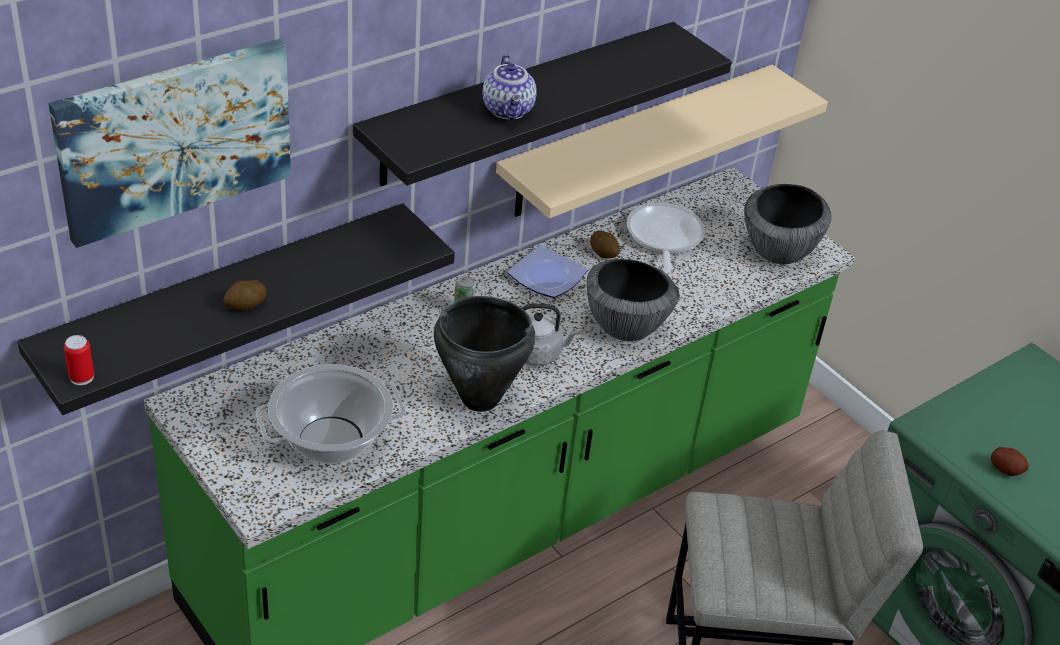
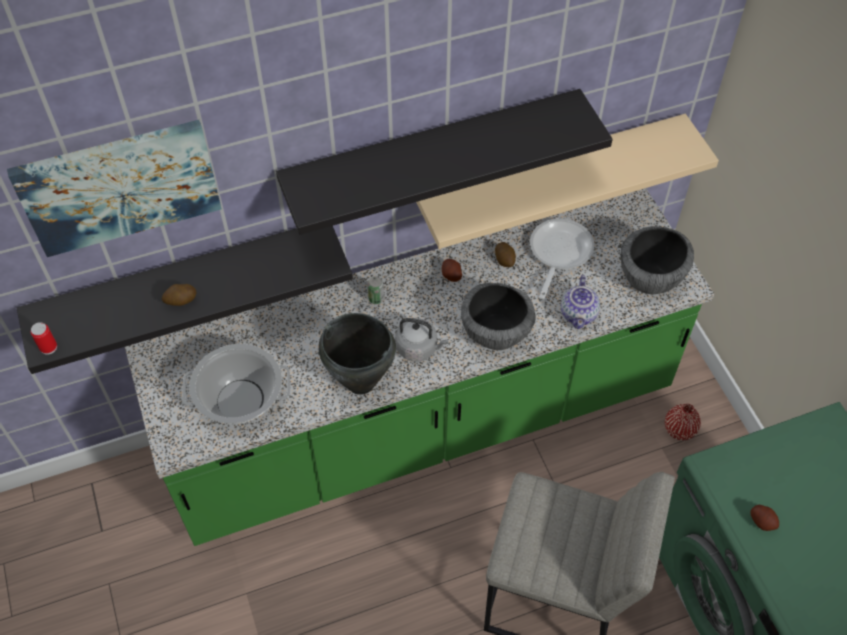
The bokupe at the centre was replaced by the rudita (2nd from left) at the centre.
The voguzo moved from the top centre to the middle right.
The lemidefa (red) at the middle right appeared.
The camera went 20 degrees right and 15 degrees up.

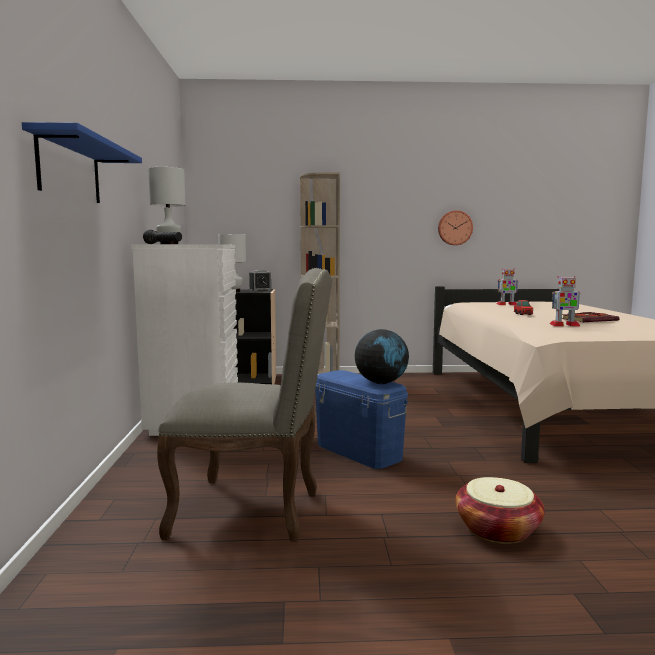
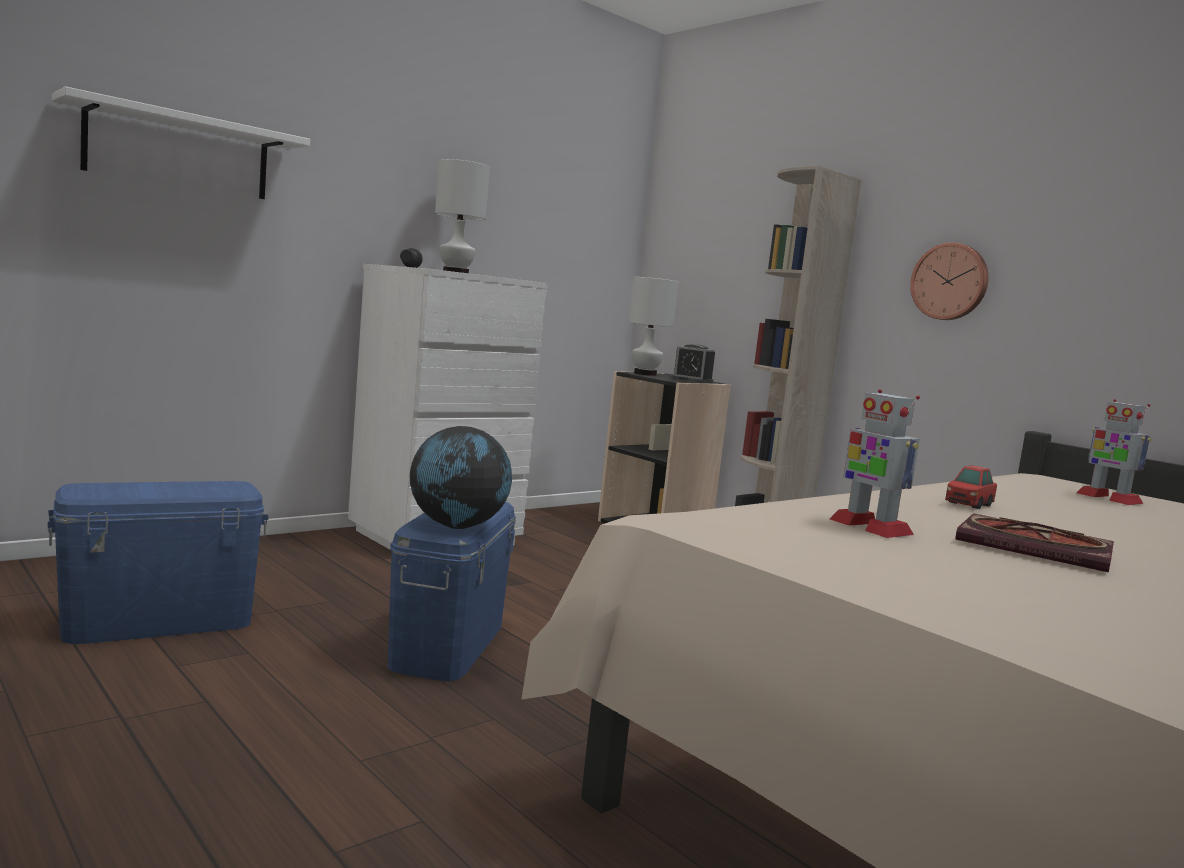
The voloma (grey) at the centre was replaced by the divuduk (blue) (1st from left) at the middle left.
The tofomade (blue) at the top left became the tofomade (white) at the top left.
The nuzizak moved from the middle right to the top right.
The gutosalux at the bottom right disappeared.
The camera went 50 degrees right and 0 degrees up.

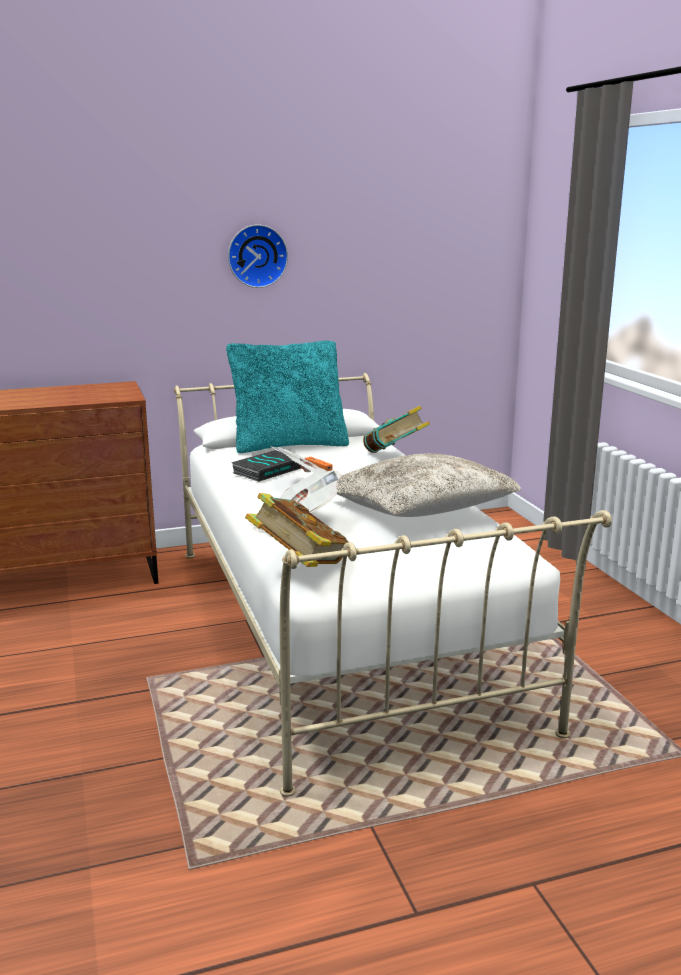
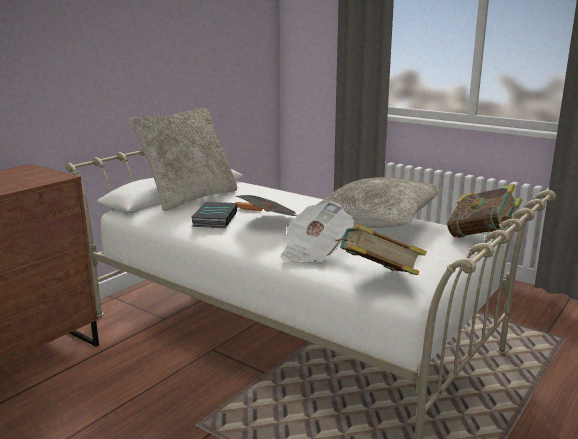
The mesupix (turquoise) at the centre became the mesupix (beige) (1st from left) at the middle left.
The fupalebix (3rd from left) moved from the centre to the middle right.
The nuzizak at the top centre disappeared.
The camera went 35 degrees left and 0 degrees up.

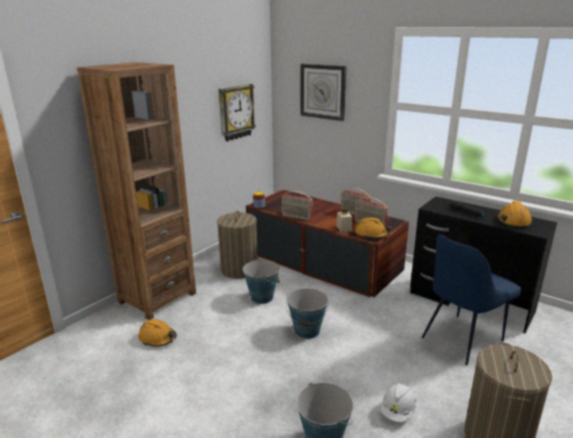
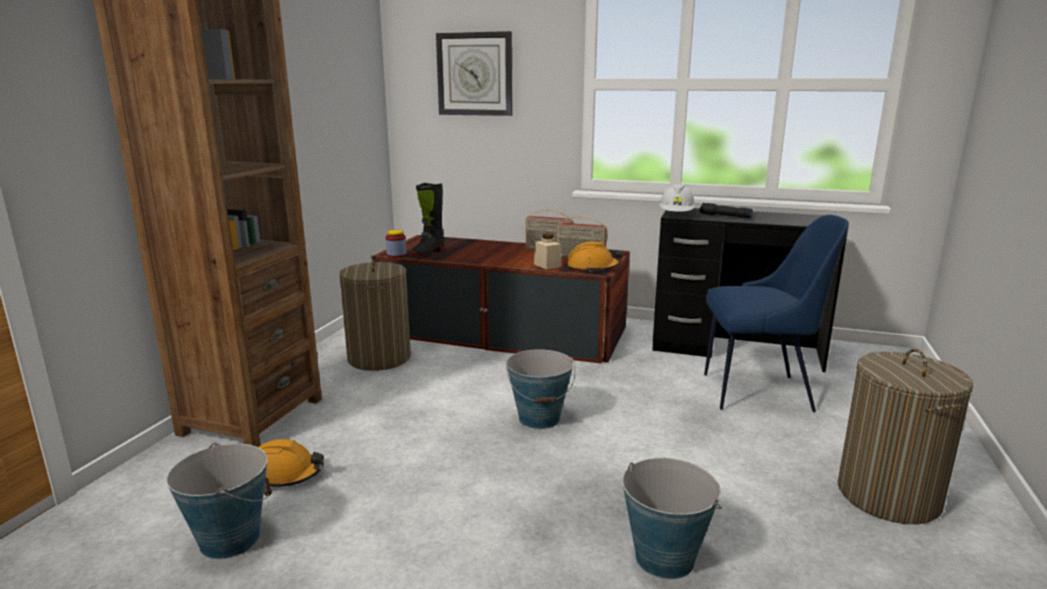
The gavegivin (1st from left) moved from the centre to the bottom left.
The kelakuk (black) at the centre appeared.
The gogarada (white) moved from the bottom right to the centre.
The voloma (blue) at the bottom right turned 120 degrees counterclockwise.
The nuzizak (1st from left) at the top centre disappeared.
The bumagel (1st from left) at the centre disappeared.
The gogarada (orange) (3rd from left) at the middle right disappeared.
The camera went 20 degrees left and 5 degrees down.

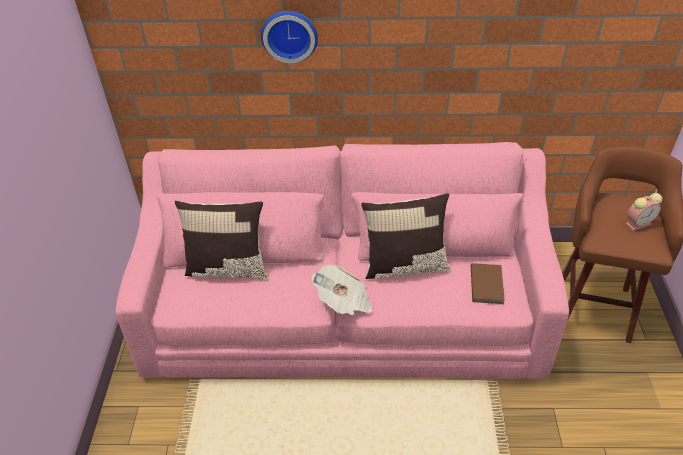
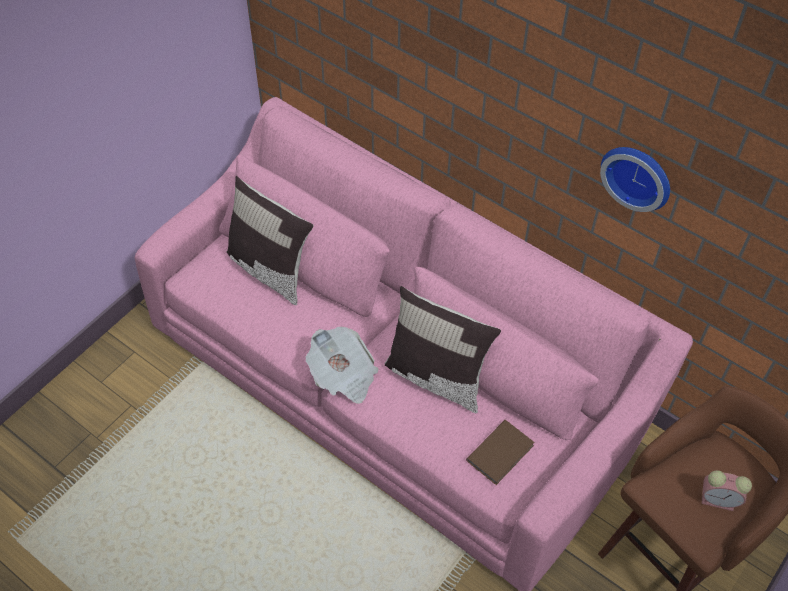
The nuzizak moved from the top centre to the top right.
The camera went 35 degrees right and 10 degrees up.

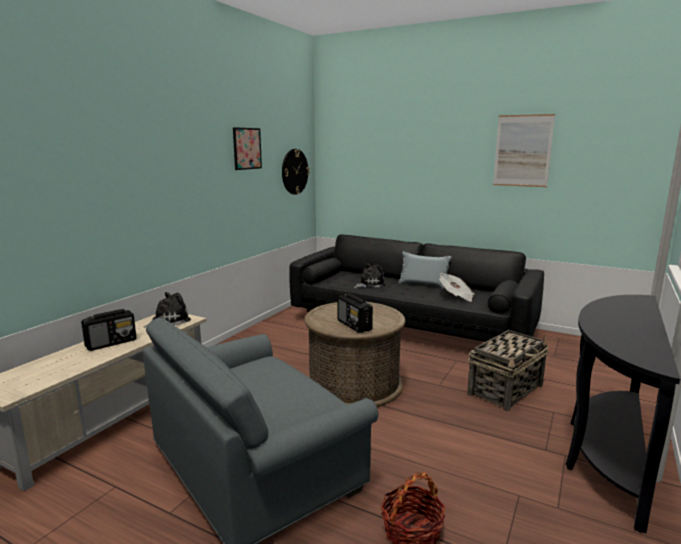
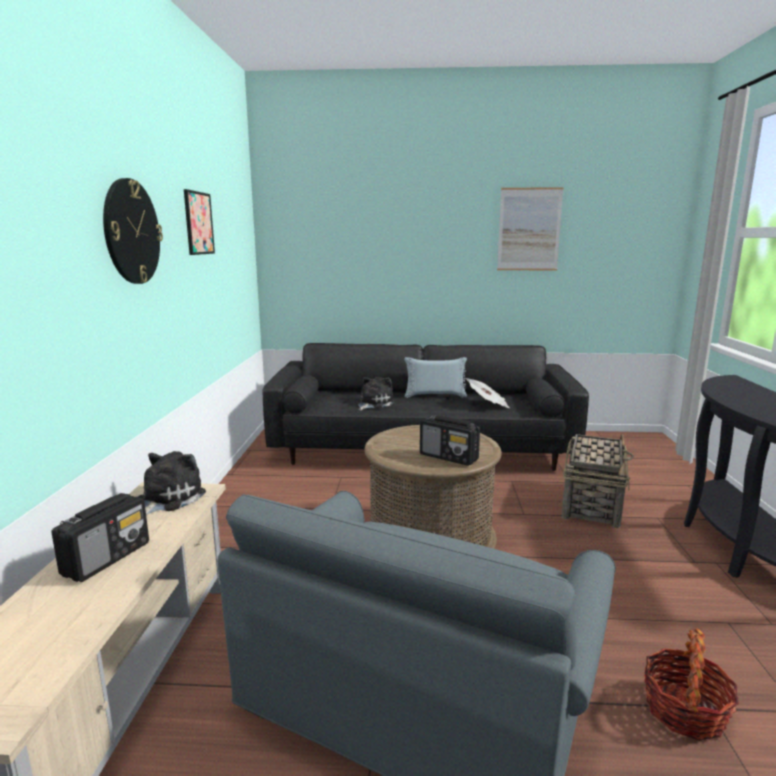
The nuzizak moved from the top centre to the top left.
The camera went 25 degrees left and 0 degrees up.

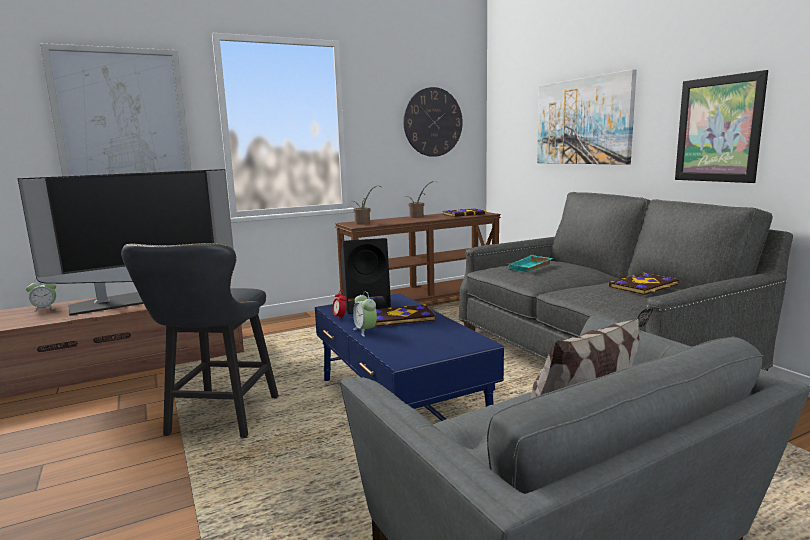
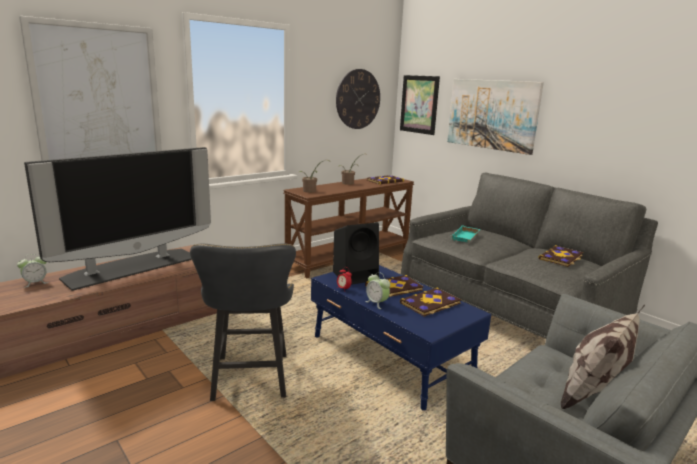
The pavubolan (3rd from left in the first image) moved from the top right to the top centre.
The fupalebix (3rd from left) at the centre appeared.
The camera went 15 degrees left and 5 degrees up.

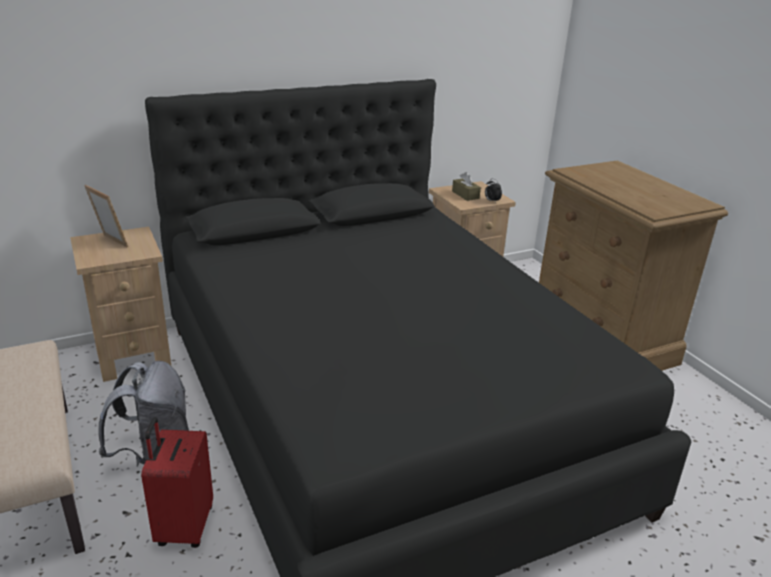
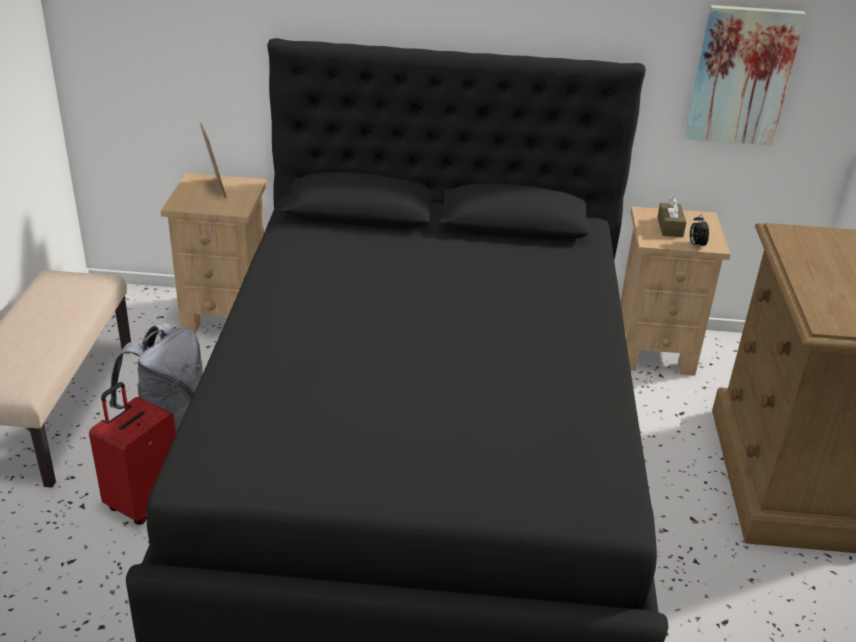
The pavubolan at the top right appeared.
The camera went 30 degrees right and 5 degrees up.

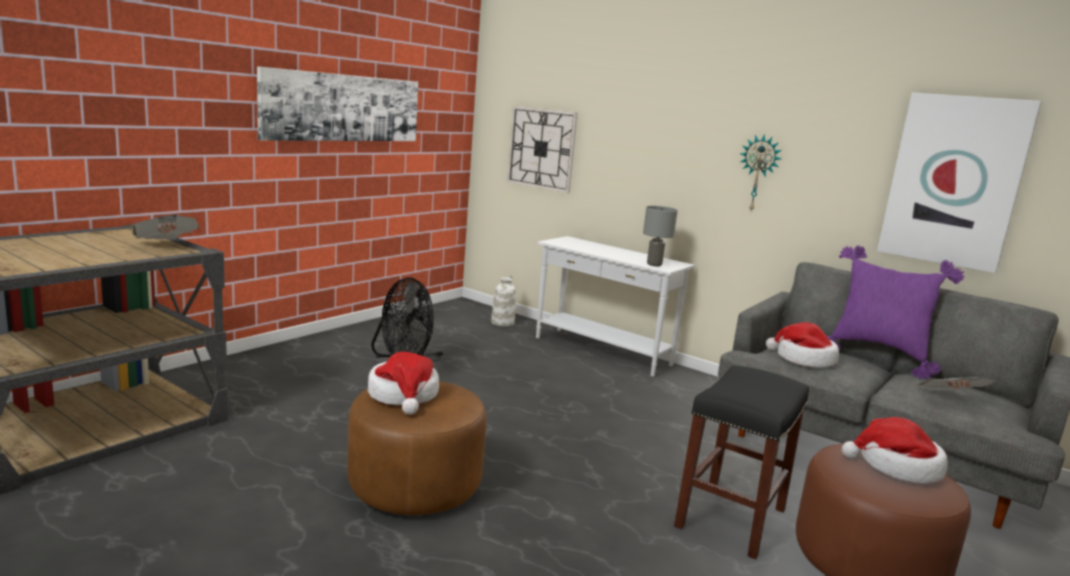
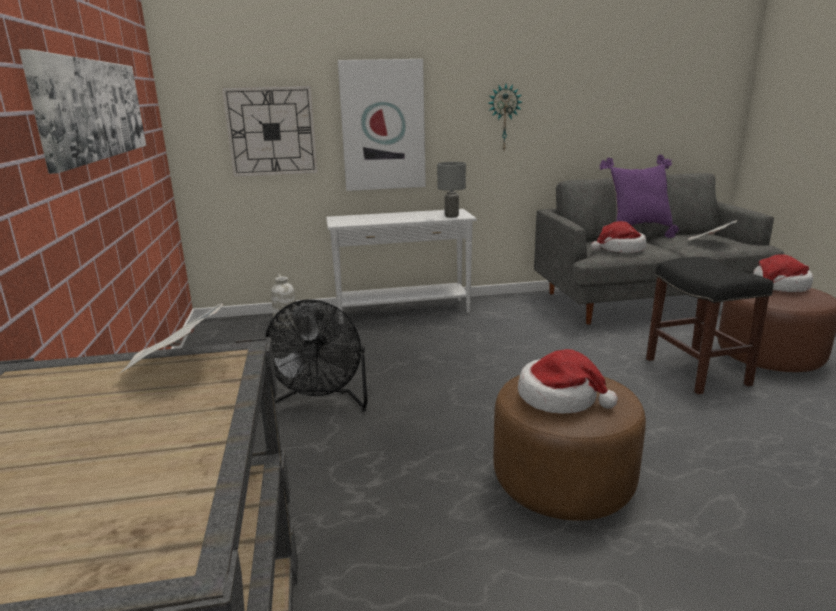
The pavubolan (2nd from left) moved from the top right to the top centre.
The camera went 45 degrees left and 5 degrees up.

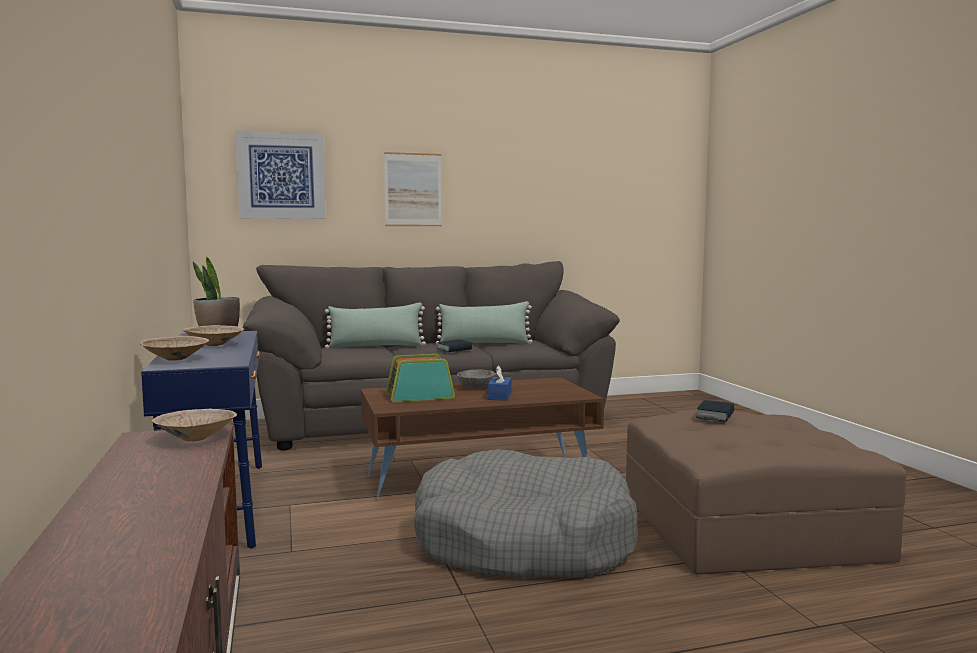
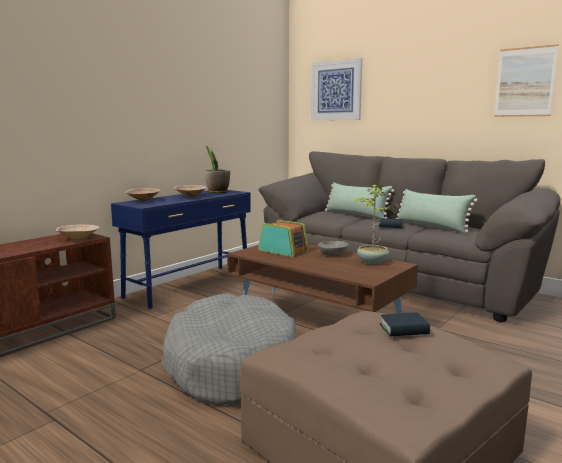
The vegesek (2nd from left) at the middle right appeared.
The pavubolan (2nd from left) moved from the top centre to the top right.
The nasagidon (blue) at the centre disappeared.
The camera went 55 degrees right and 5 degrees up.

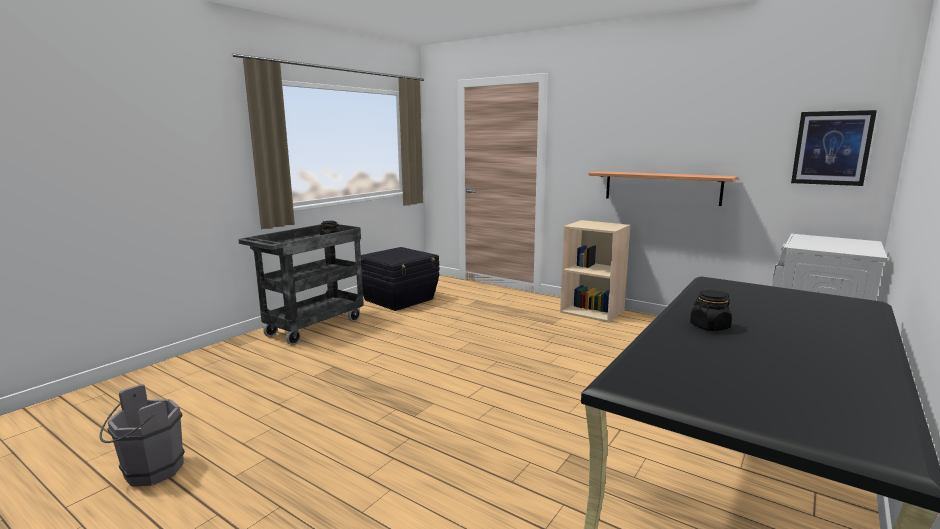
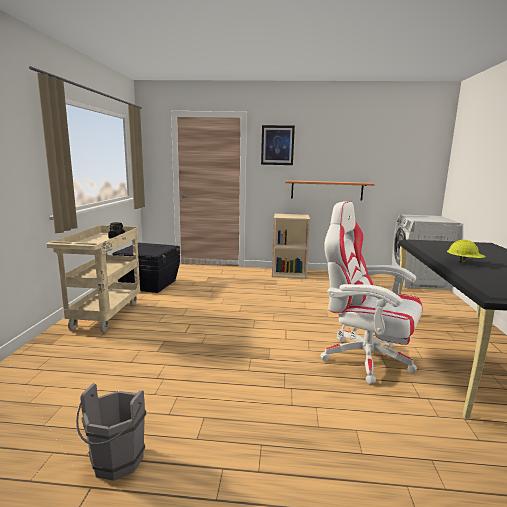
The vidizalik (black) at the middle left became the vidizalik (beige) at the middle left.
The pavubolan moved from the top right to the top centre.
The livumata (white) at the middle right appeared.
The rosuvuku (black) (2nd from left) at the middle right was replaced by the gogarada (yellow) at the middle right.
The camera went 30 degrees left and 0 degrees up.

